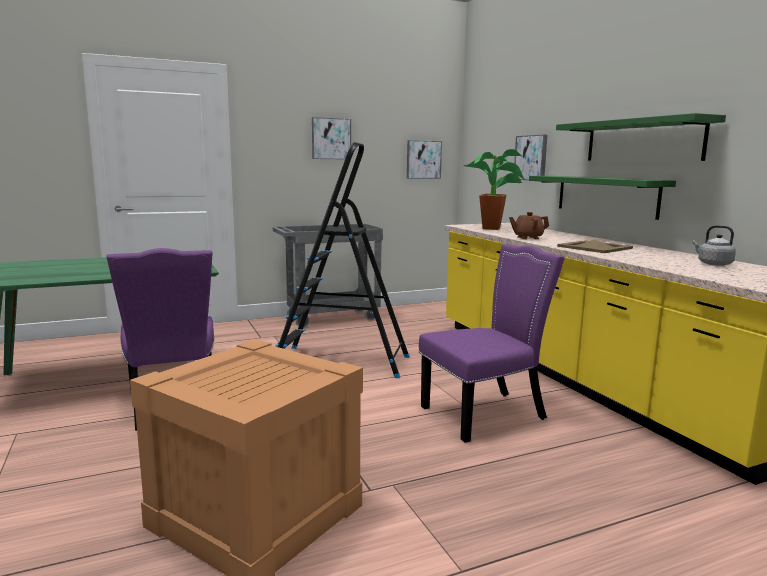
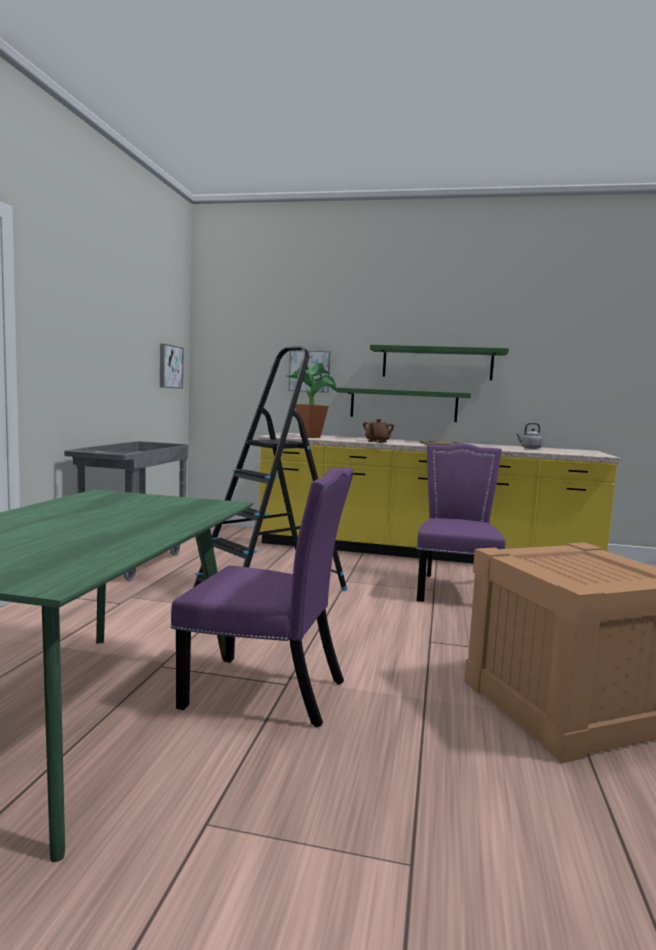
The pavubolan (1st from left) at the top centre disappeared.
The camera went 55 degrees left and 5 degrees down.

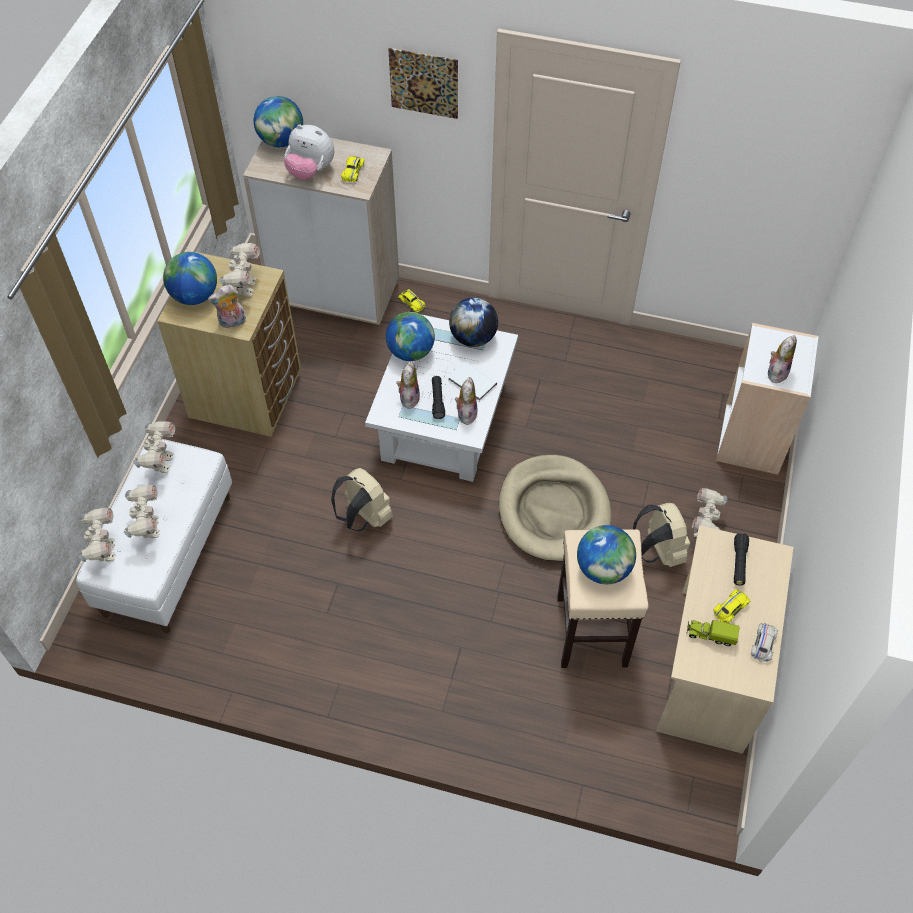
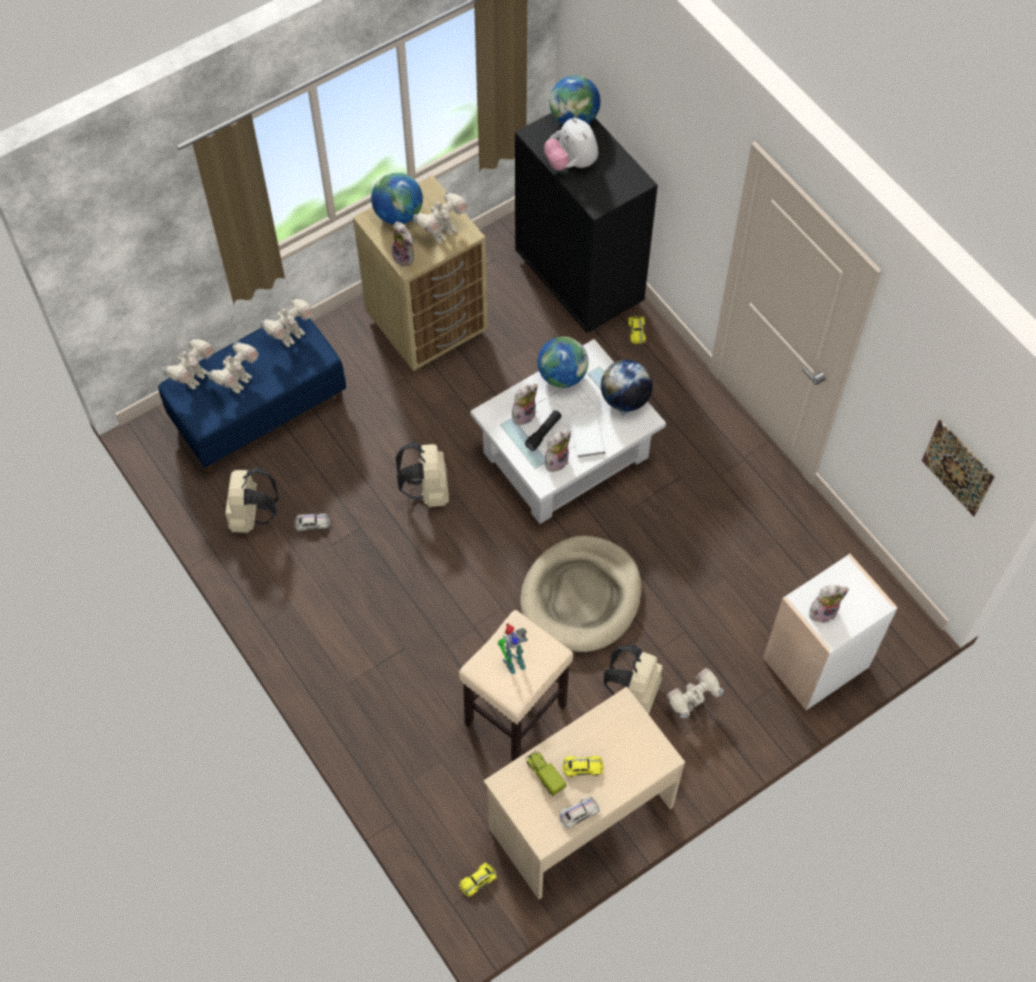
The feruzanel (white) at the middle left became the feruzanel (blue) at the middle left.
The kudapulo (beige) (1st from left) at the middle left appeared.
The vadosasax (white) (1st from left) at the middle left appeared.
The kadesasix (1st from left) at the middle left turned 150 degrees counterclockwise.
The vadosasax (yellow) (1st from left) moved from the top centre to the bottom centre.
The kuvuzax (5th from left) at the centre was replaced by the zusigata (5th from left) at the centre.
The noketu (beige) at the top centre became the noketu (black) at the top centre.
The pavubolan moved from the top centre to the middle right.
The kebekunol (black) (2nd from left) at the middle right disappeared.
The camera went 40 degrees right and 5 degrees up.

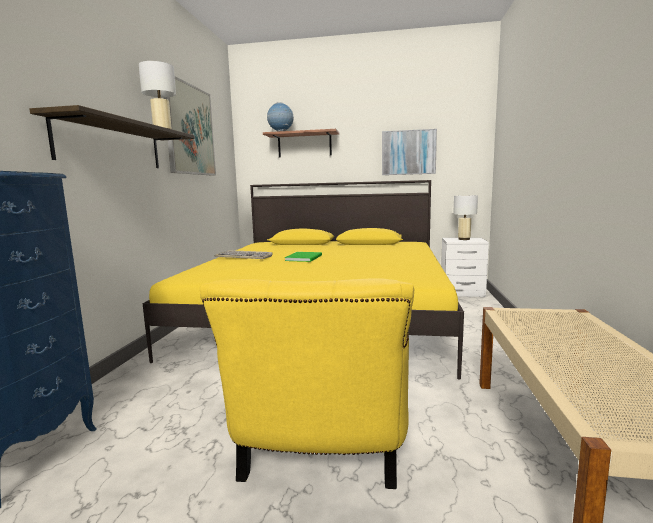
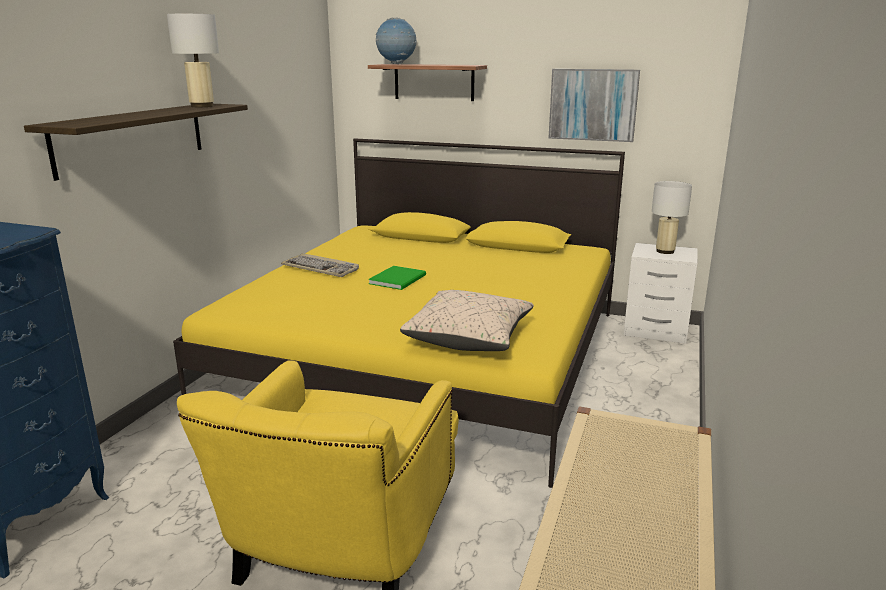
The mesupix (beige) at the centre appeared.
The pavubolan (1st from left) at the top left disappeared.
The camera went 10 degrees right and 10 degrees up.

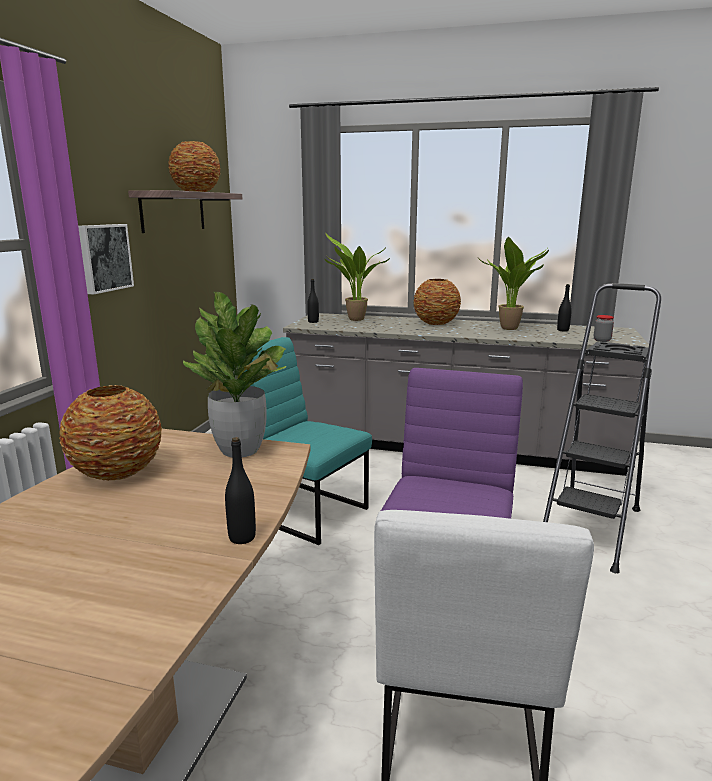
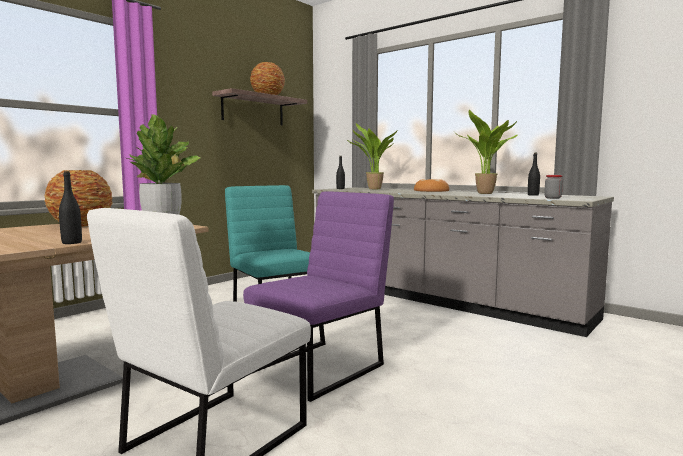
The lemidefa (3rd from left) at the centre was replaced by the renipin at the centre.
The pavubolan at the top left disappeared.
The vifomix at the middle right disappeared.
The camera went 25 degrees right and 10 degrees down.

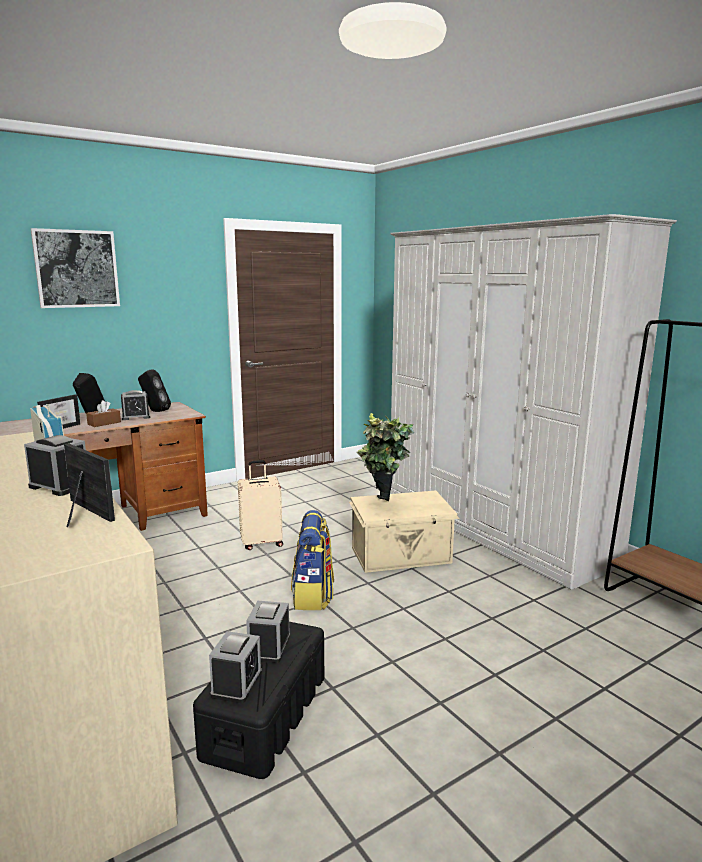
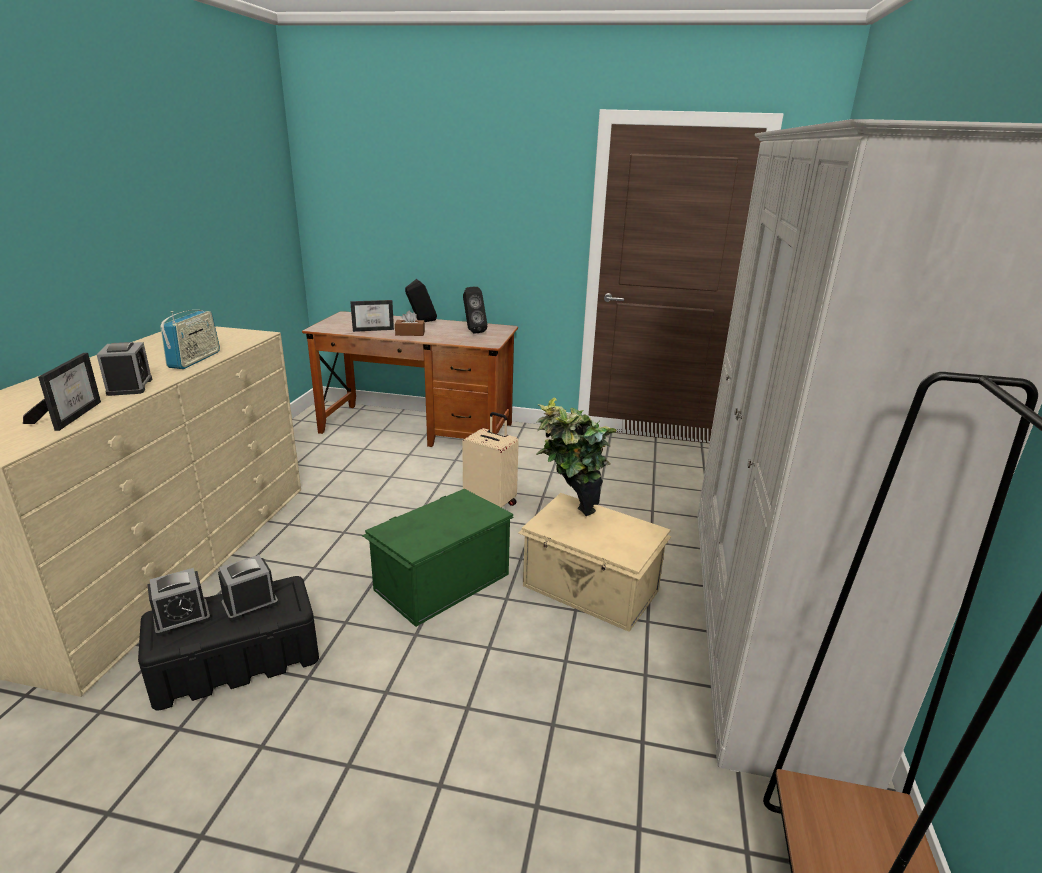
The kudapulo at the centre was replaced by the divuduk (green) at the centre.
The pavubolan at the top left disappeared.
The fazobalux (2nd from left) at the middle left disappeared.
The camera went 45 degrees right and 10 degrees up.

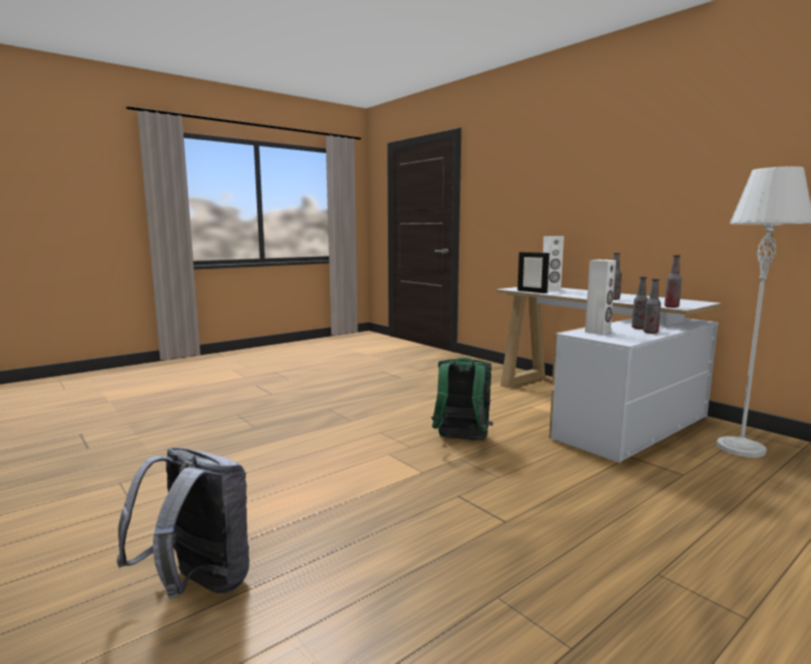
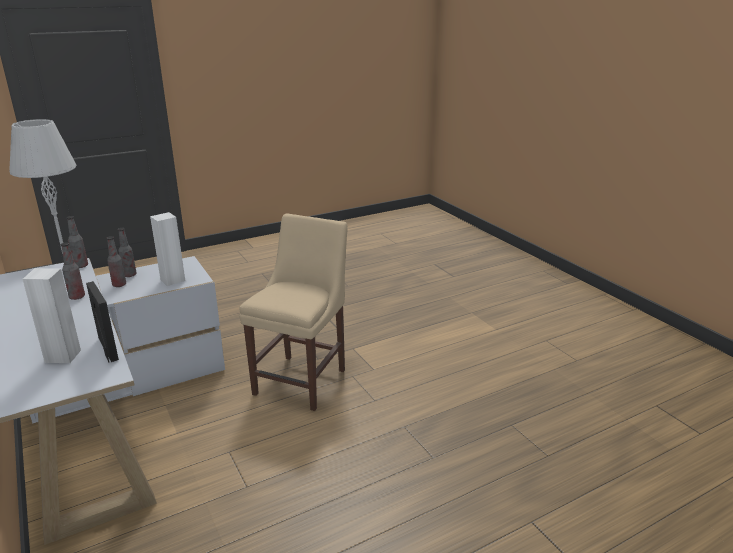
The kudapulo (green) at the centre was replaced by the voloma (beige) at the centre.
The kudapulo (grey) at the bottom left disappeared.
The camera went 170 degrees left and 15 degrees up.

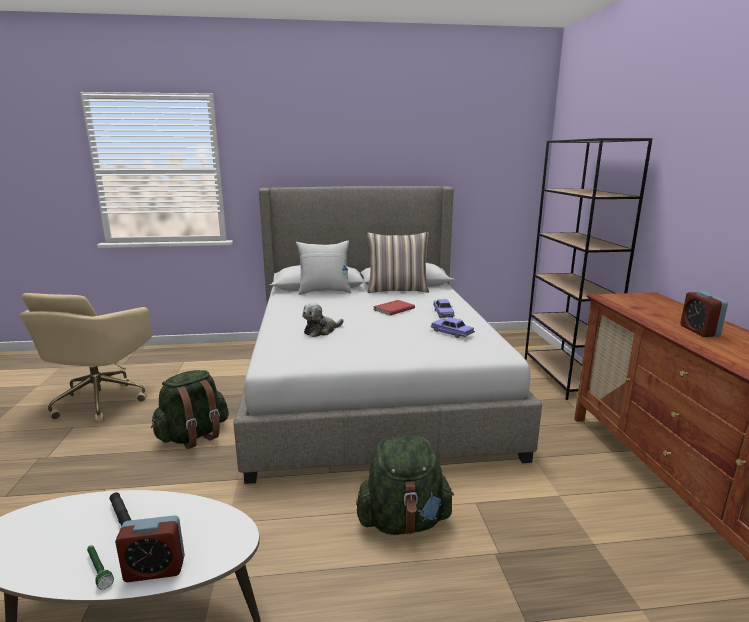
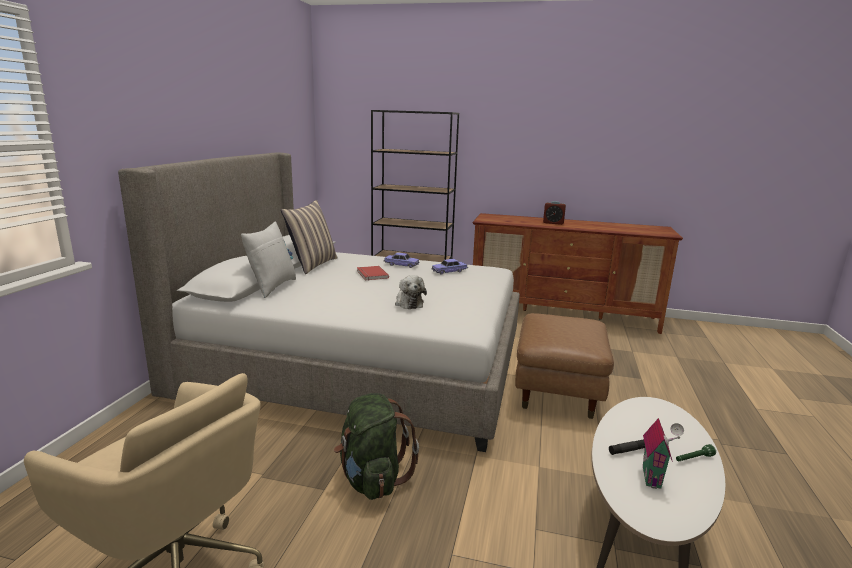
The kudapulo (green) (2nd from left) at the bottom centre was replaced by the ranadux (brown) at the centre.
The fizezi at the bottom right appeared.
The fazobalux (1st from left) at the bottom left disappeared.
The camera went 70 degrees left and 0 degrees up.

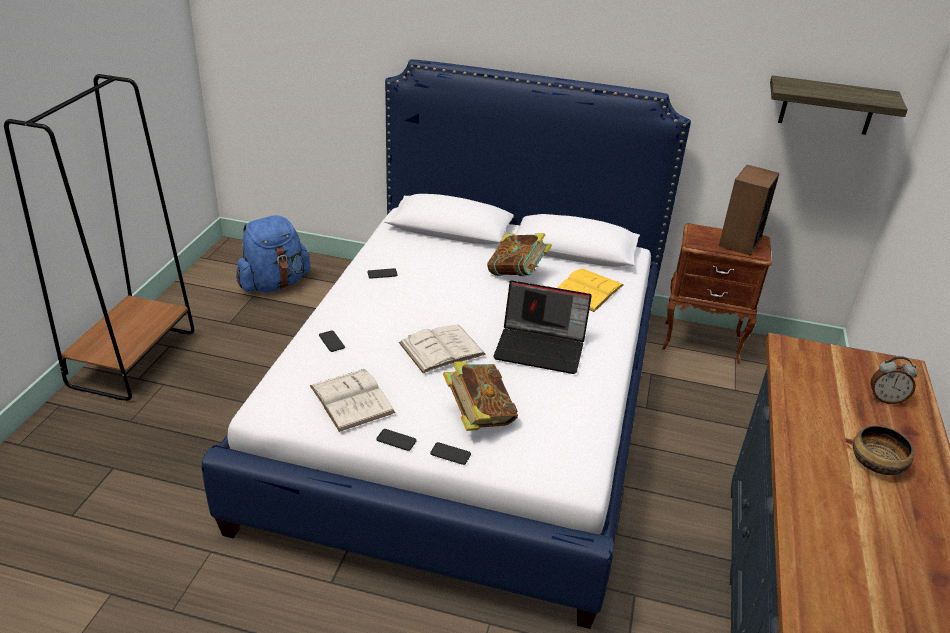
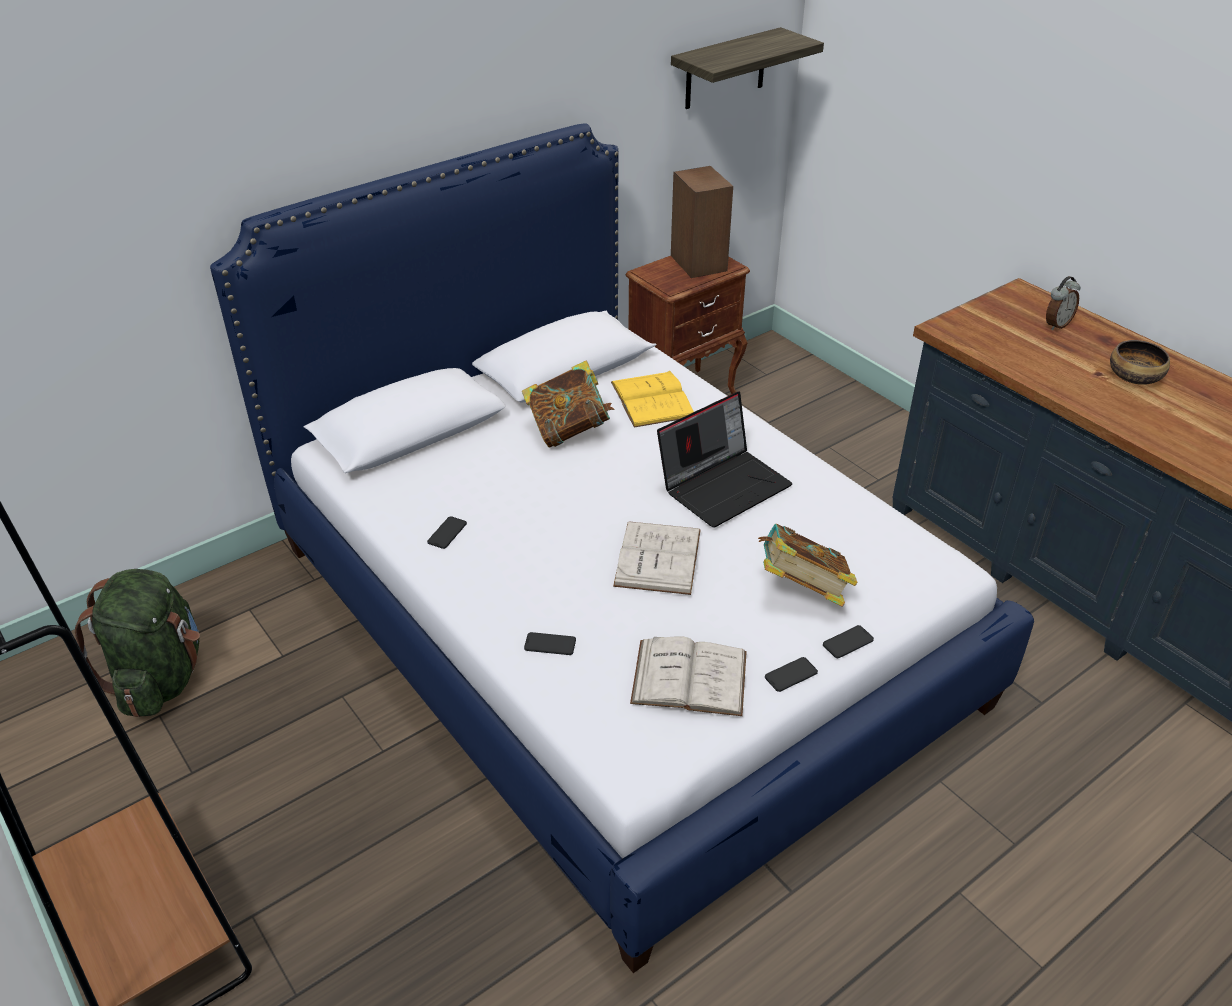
The kudapulo (blue) at the middle left became the kudapulo (green) at the middle left.
The camera went 50 degrees left and 5 degrees up.

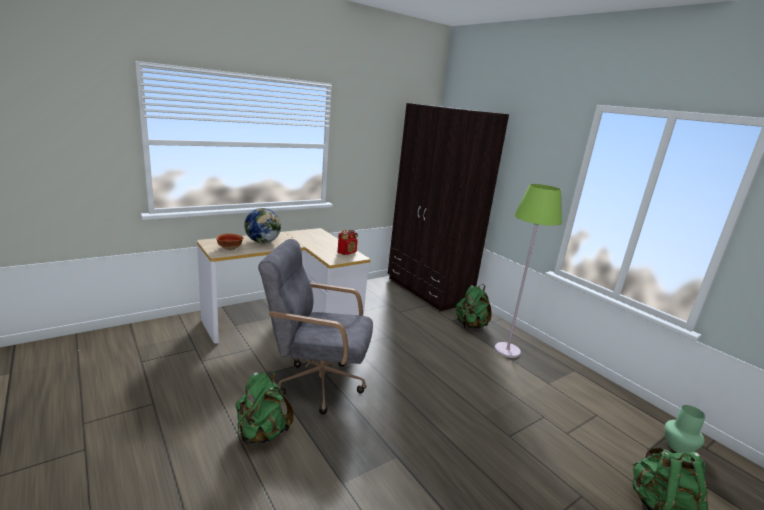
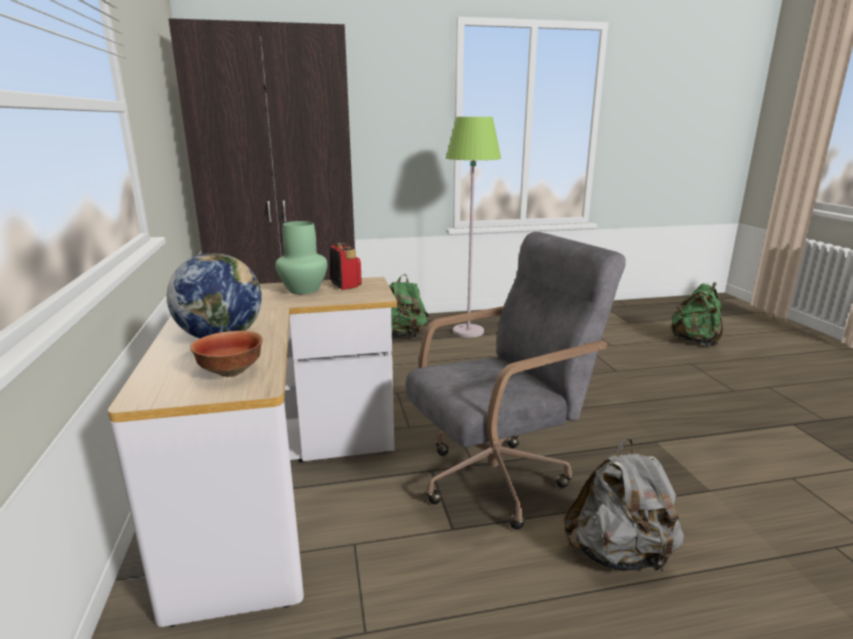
The lemidefa (green) moved from the bottom right to the centre.
The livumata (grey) at the centre turned 150 degrees counterclockwise.
The kudapulo (green) (1st from left) at the bottom centre became the kudapulo (grey) at the bottom right.
The camera went 65 degrees left and 0 degrees up.

